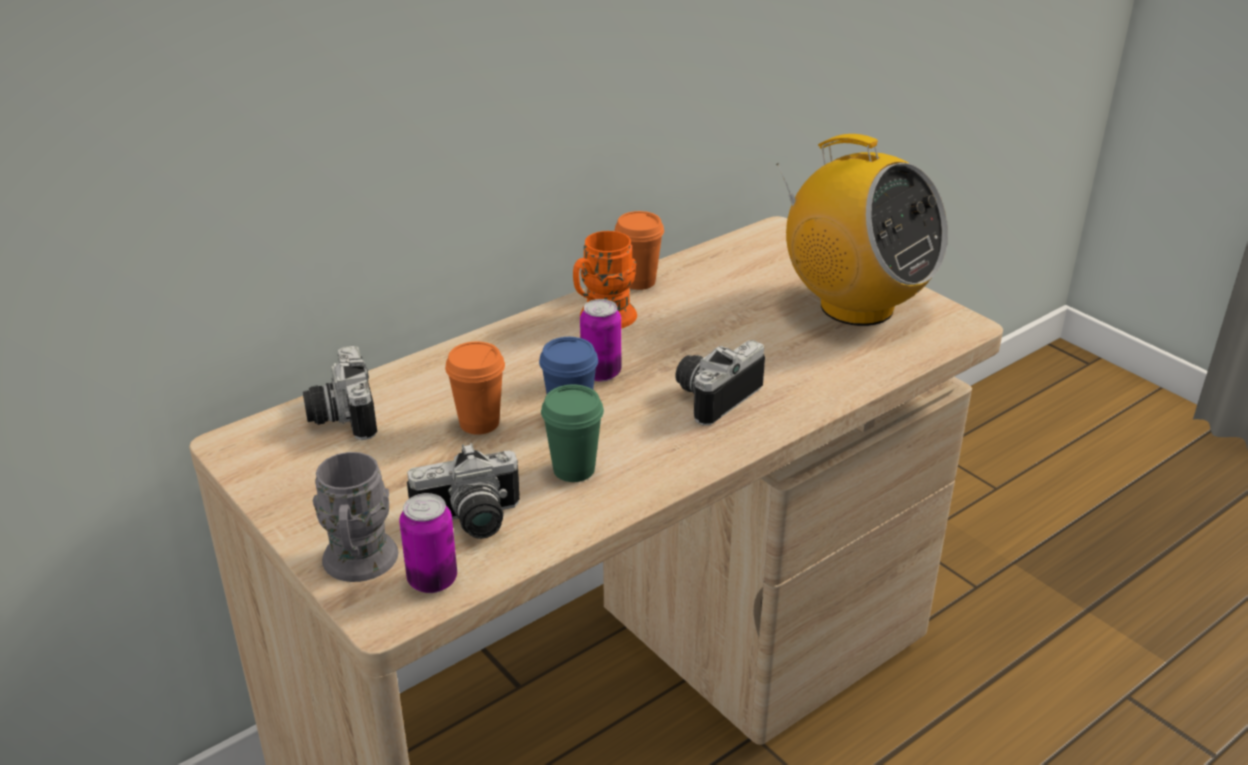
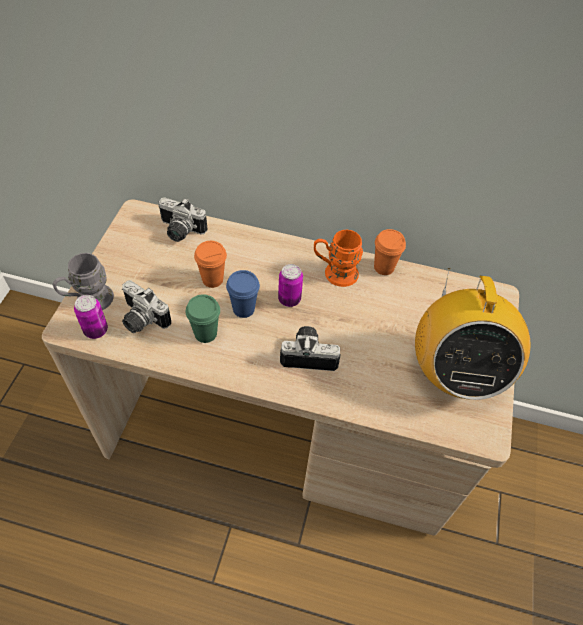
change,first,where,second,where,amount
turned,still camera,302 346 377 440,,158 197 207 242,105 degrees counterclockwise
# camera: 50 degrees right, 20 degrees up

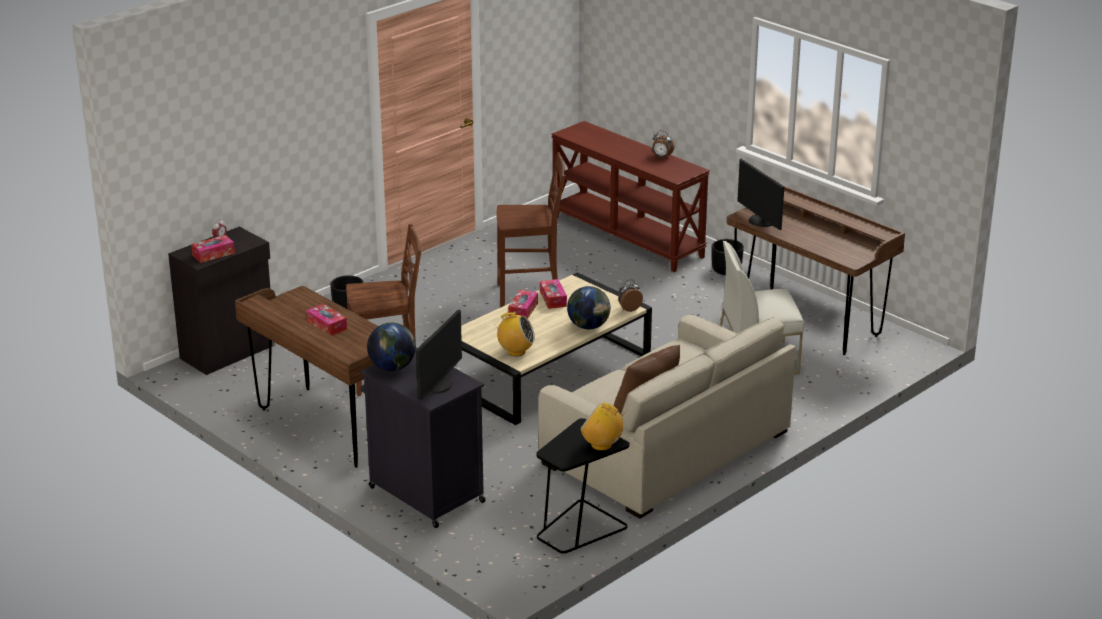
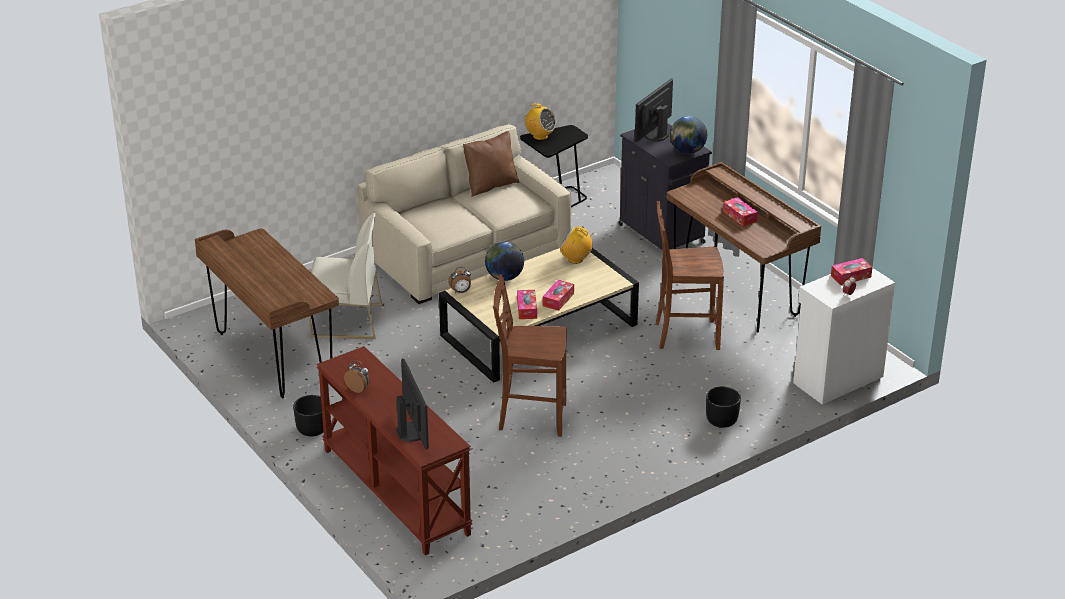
change,first,where,second,where,amount
moved,monitor,737 159 784 230,,396 358 429 449,
recoloured,black storage cabinet,168 227 275 375,white-coloured storage cabinet,793 268 895 405,
# camera: 170 degrees left, 5 degrees up

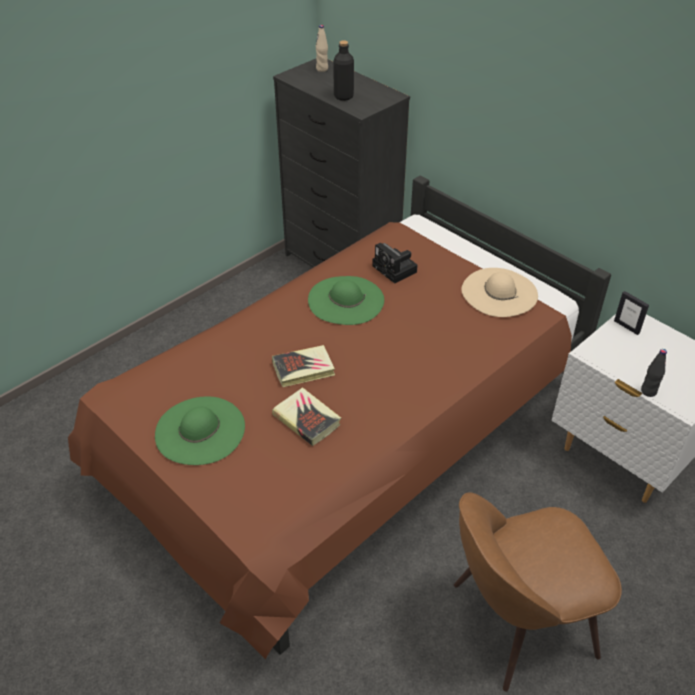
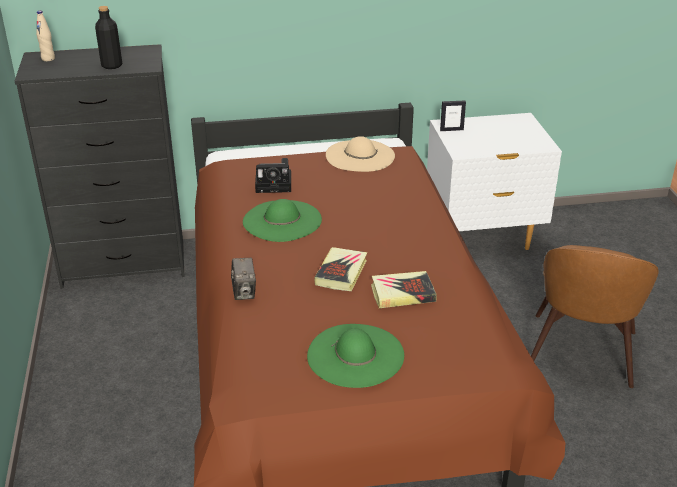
change,first,where,second,where,amount
added,,,still camera,231 258 256 300,
removed,black bottle,641 349 667 397,,,
# camera: 55 degrees left, 10 degrees down

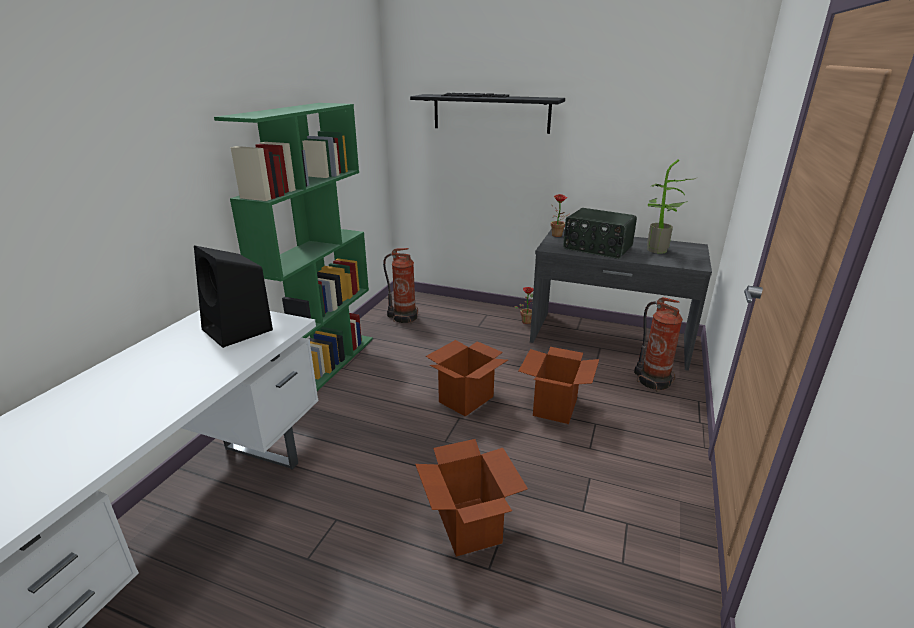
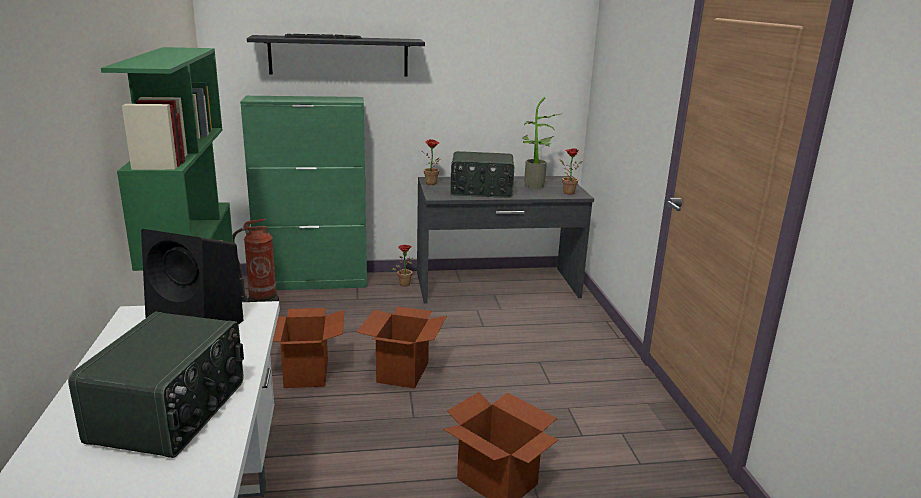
change,first,where,second,where,amount
added,,,radio receiver,68 312 244 458,
added,,,greenish storage cabinet,240 96 367 290,
moved,packing box,518 347 599 424,,273 308 344 388,
added,,,potted plant,560 148 583 194,
removed,extinguisher,634 297 683 392,,,
# camera: 30 degrees left, 5 degrees down

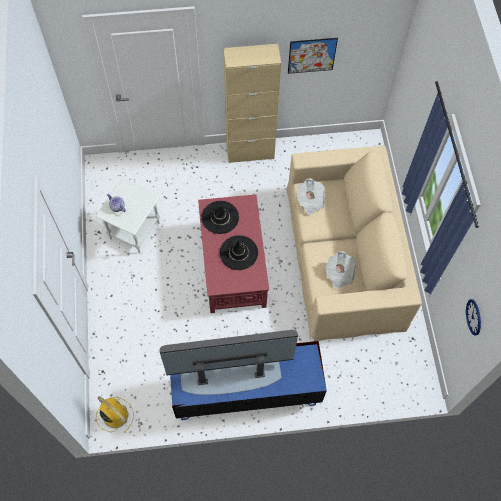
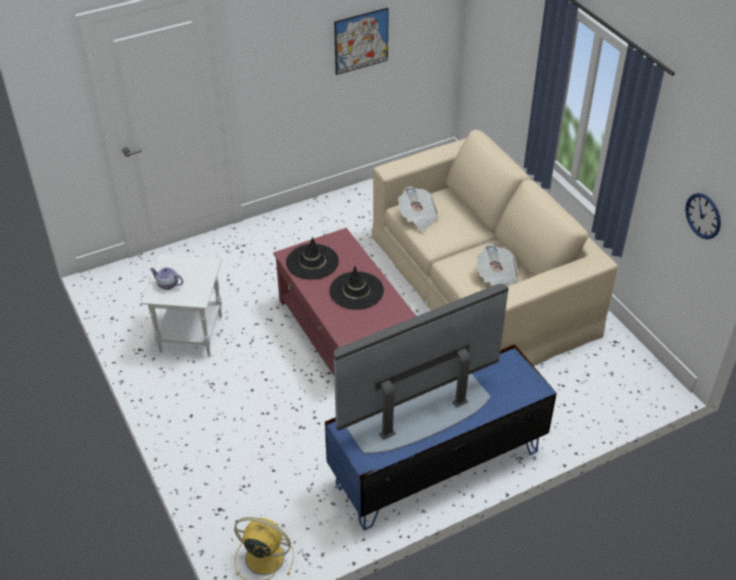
change,first,where,second,where,amount
removed,beige-coloured storage cabinet,223 44 281 163,,,
# camera: 20 degrees left, 20 degrees down

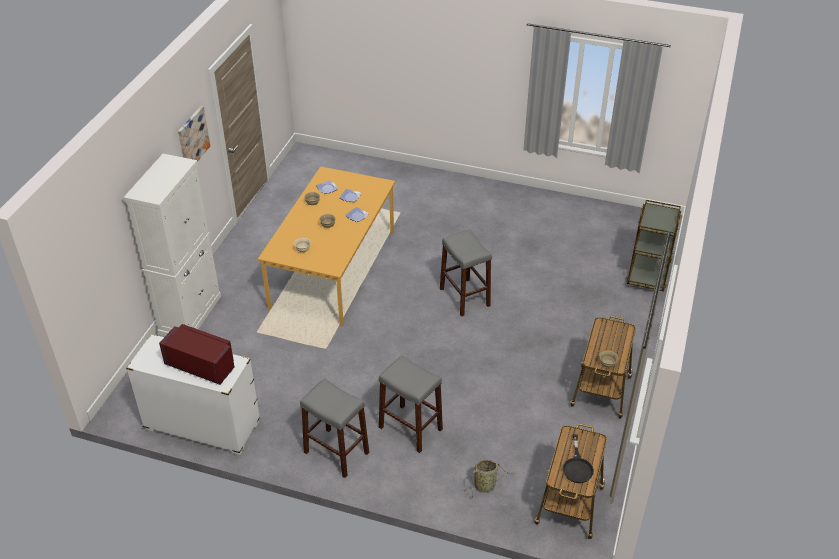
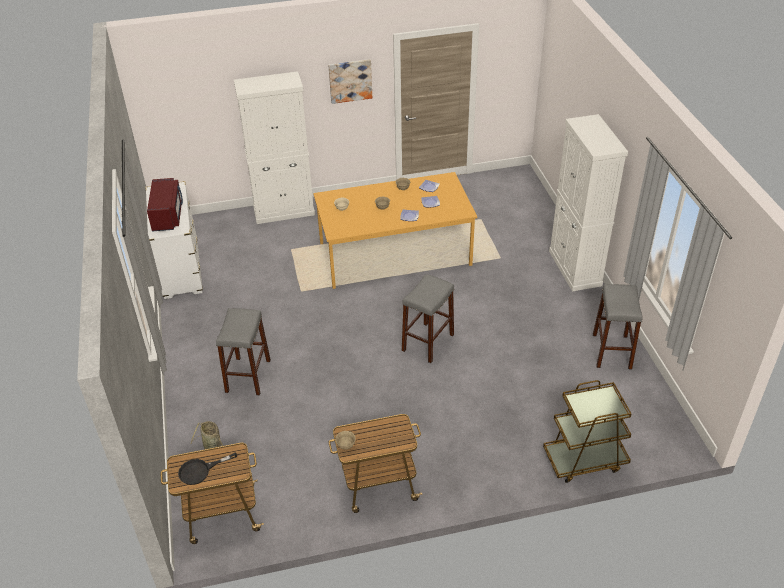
change,first,where,second,where,amount
added,,,white-coloured storage cabinet,549 114 628 291,
moved,greyish sitting stool,300 379 369 478,,593 284 643 369,
# camera: 60 degrees right, 0 degrees up

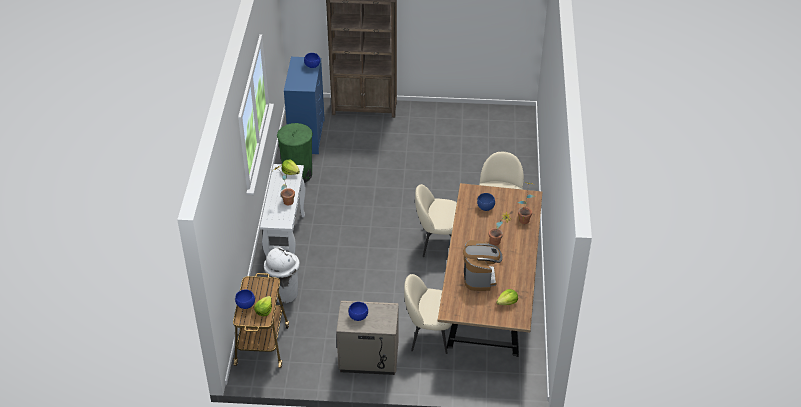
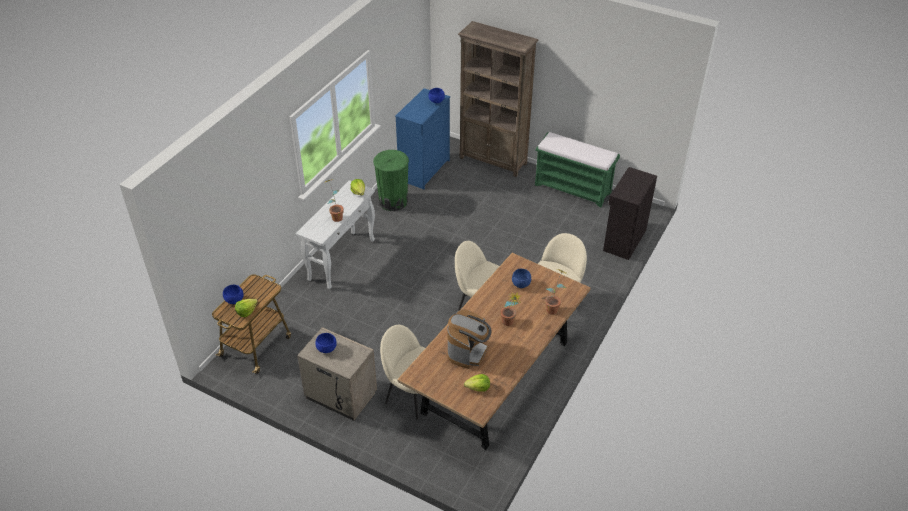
change,first,where,second,where,amount
added,,,greenish indoor bench,535 132 620 207,
added,,,black storage cabinet,603 167 657 260,
removed,white-coloured rubbish bin,264 247 300 303,,,
# camera: 25 degrees right, 0 degrees up

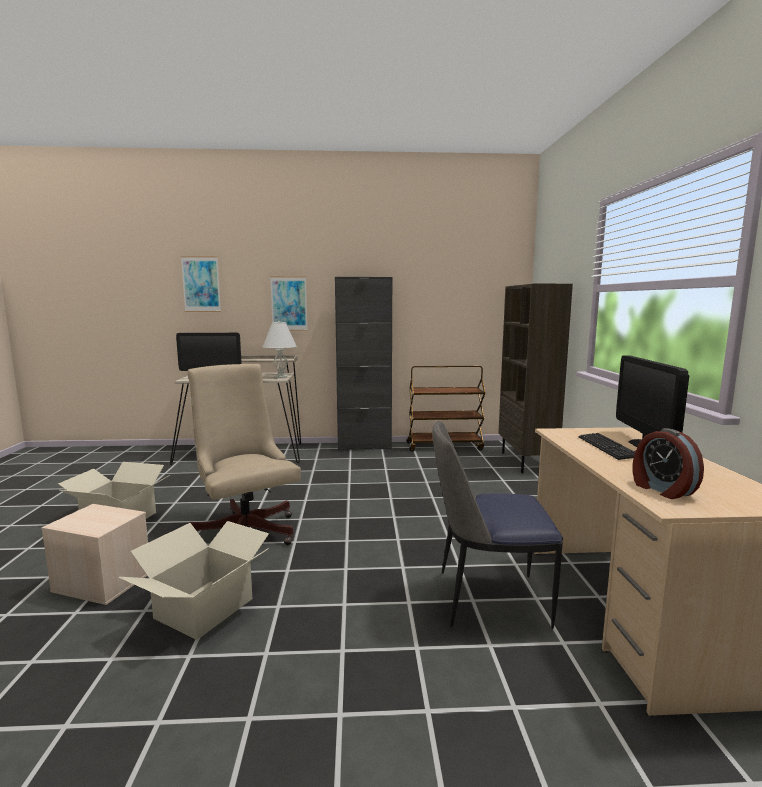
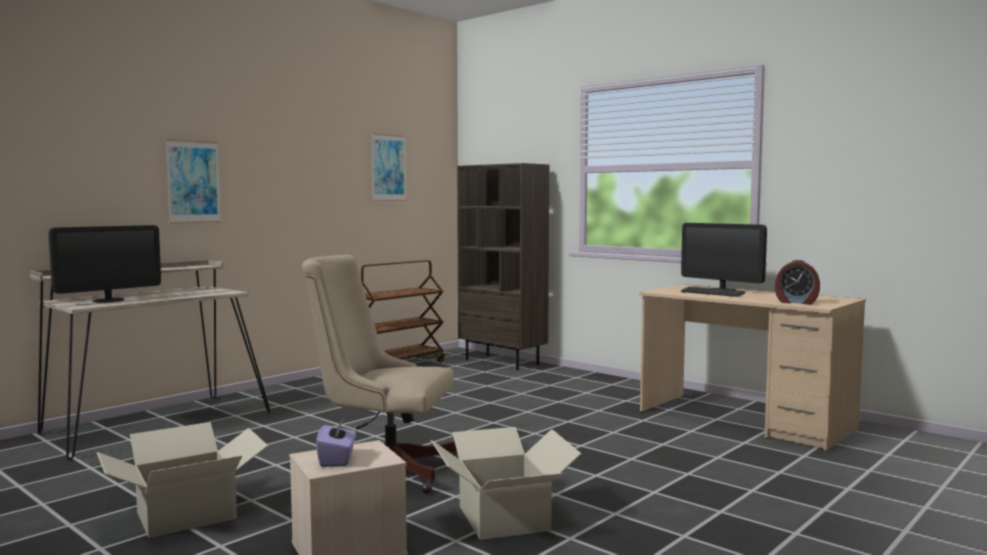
change,first,where,second,where,amount
added,,,purple-coloured tissue box,316 418 356 467,
moved,picture,181 256 221 312,,371 133 406 201,
removed,white-coloured lamp for a table,263 321 297 378,,,
removed,black storage cabinet,335 277 392 451,,,
removed,plain chair,432 421 563 629,,,
# camera: 45 degrees left, 5 degrees down

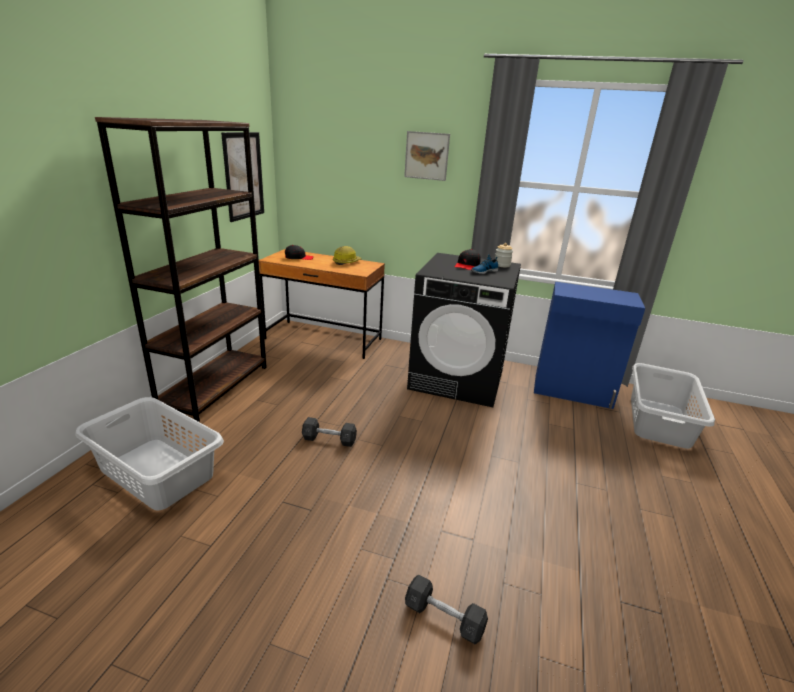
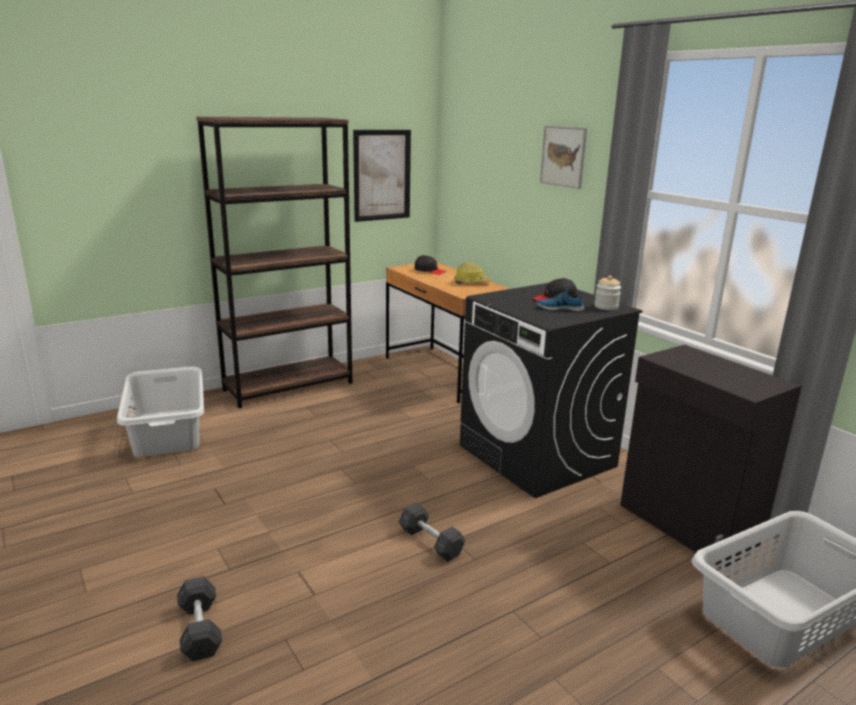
change,first,where,second,where,amount
moved,greyish dumbbell,302 417 357 447,,399 502 466 562,
recoloured,bluish storage cabinet,534 282 645 409,black storage cabinet,620 345 802 568,
# camera: 40 degrees right, 5 degrees down

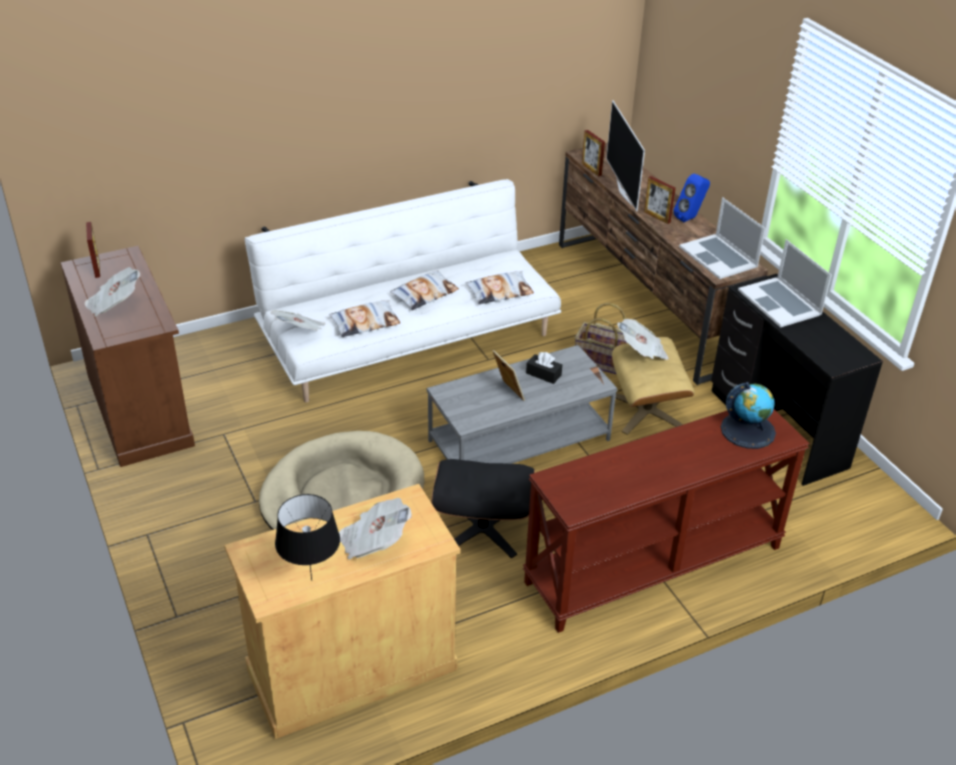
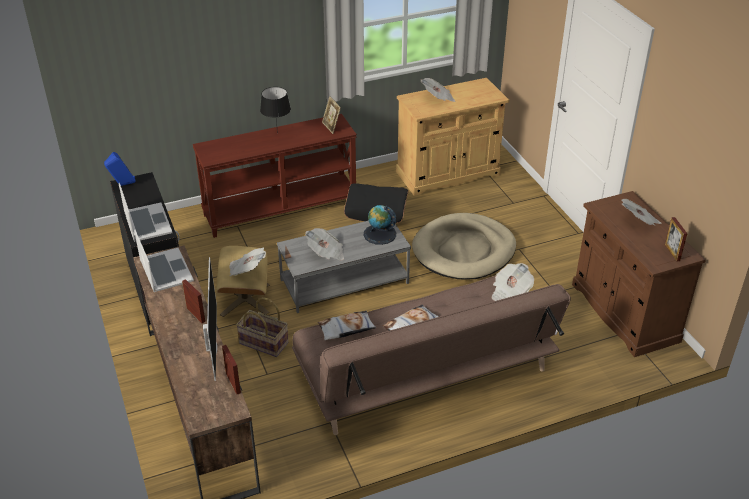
change,first,where,second,where,amount
moved,bluish speaker,674 174 710 222,,104 152 136 186,
moved,black lamp for a table,275 494 340 581,,260 87 291 133,
recoloured,white-coloured settee,245 179 561 403,brown-coloured settee,292 275 571 435,
replaced,black tissue box,526 352 562 384,printed paper,305 228 344 261,
moved,picture frame,492 350 525 401,,322 96 341 134,
moved,world globe,721 382 776 449,,364 205 396 245,
removed,throw pillow,329 300 400 337,,,
# camera: 175 degrees left, 0 degrees up

